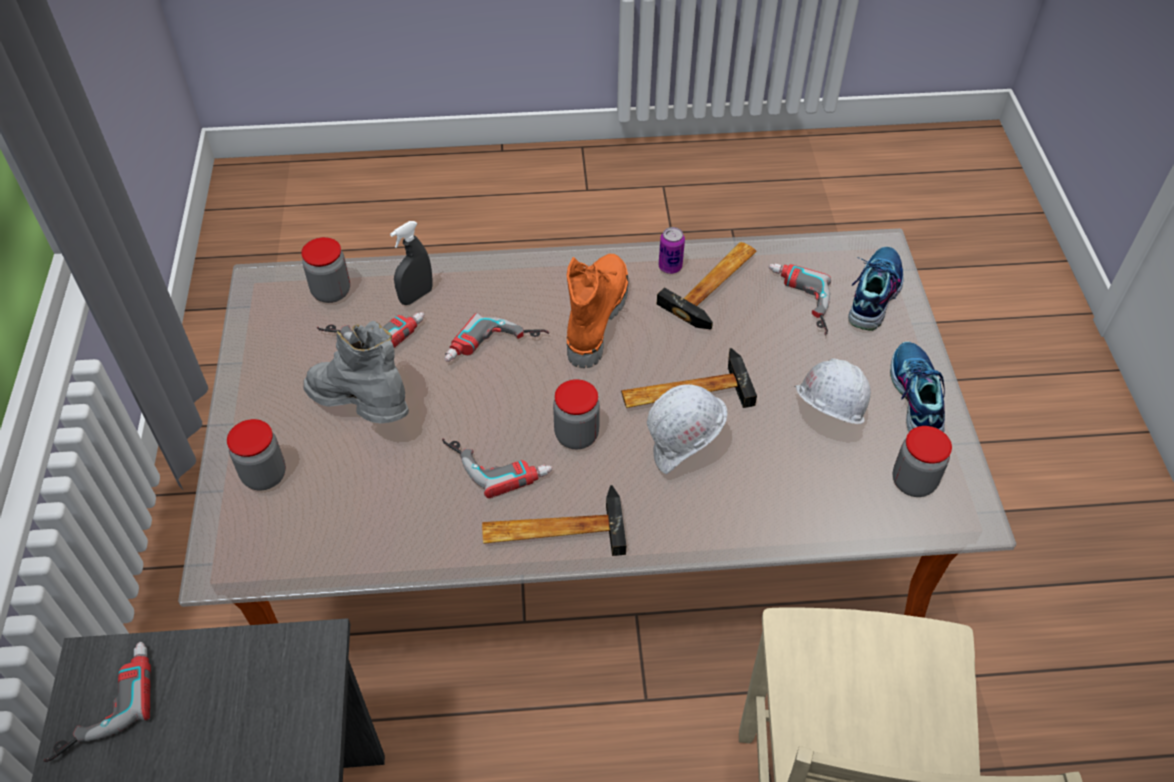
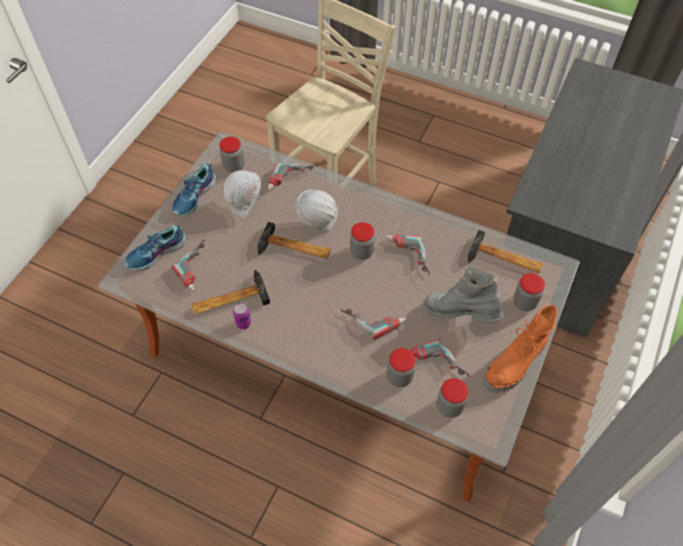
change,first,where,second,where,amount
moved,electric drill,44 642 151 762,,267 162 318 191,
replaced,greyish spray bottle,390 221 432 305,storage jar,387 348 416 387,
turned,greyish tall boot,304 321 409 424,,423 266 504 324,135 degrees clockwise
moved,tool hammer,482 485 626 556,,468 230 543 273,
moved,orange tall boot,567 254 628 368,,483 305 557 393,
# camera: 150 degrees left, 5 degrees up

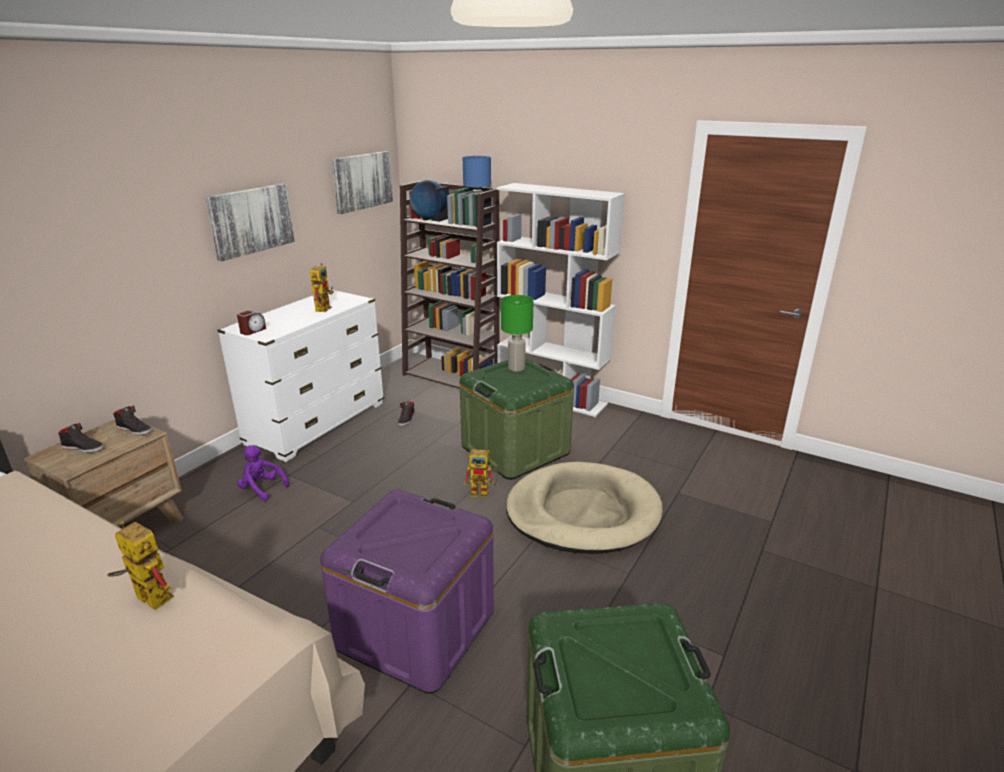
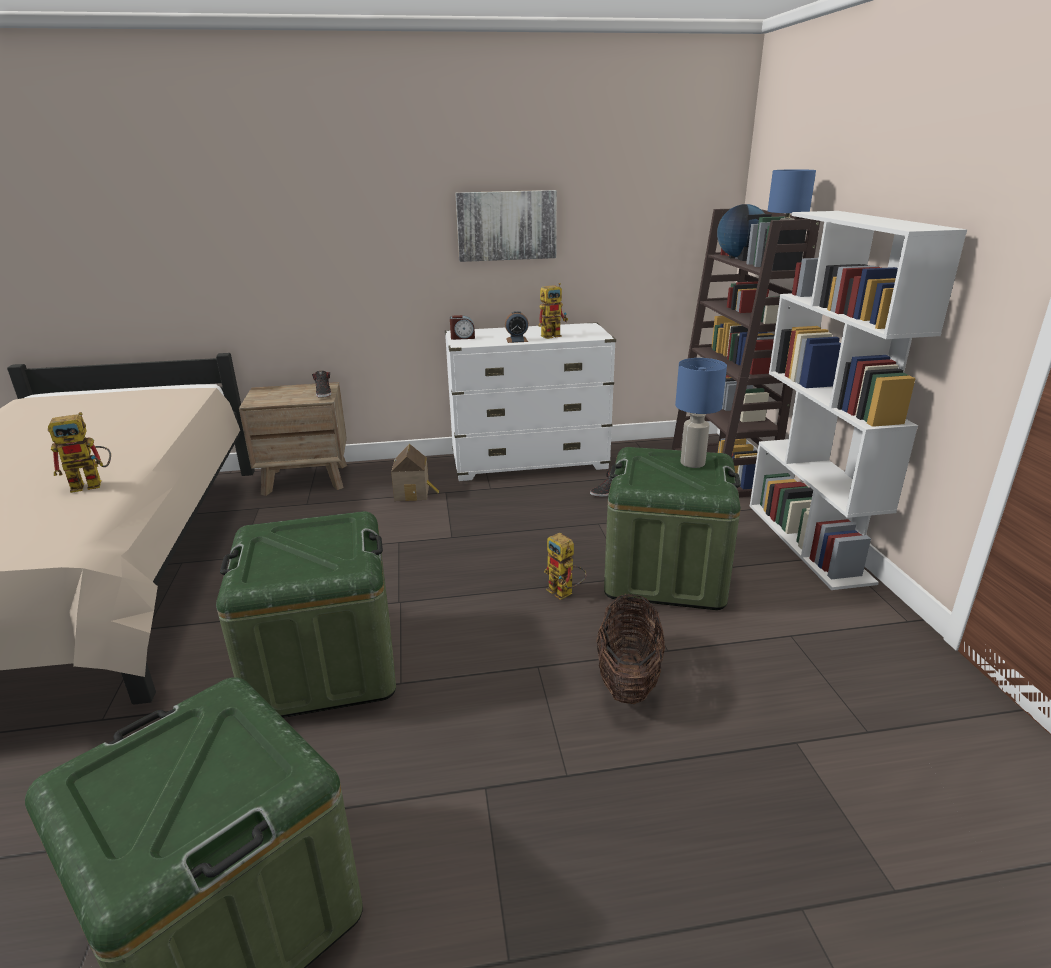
change,first,where,second,where,amount
turned,toy robot,107 521 174 610,,48 412 111 493,75 degrees clockwise
recoloured,purple-coloured storage container,320 489 494 694,greenish storage container,216 511 396 718,
replaced,purple-coloured soft toy,237 445 289 501,model house,391 444 439 501,
added,,,alarm clock,505 311 529 343,
replaced,beige-coloured dog cushion,506 462 663 554,household basket,596 593 665 704,
recoloured,greenish lamp for a table,501 295 534 372,bluish lamp for a table,675 358 727 468,
removed,black item of footwear,58 423 104 453,,,
removed,picture,331 151 393 214,,,
# camera: 50 degrees right, 0 degrees up

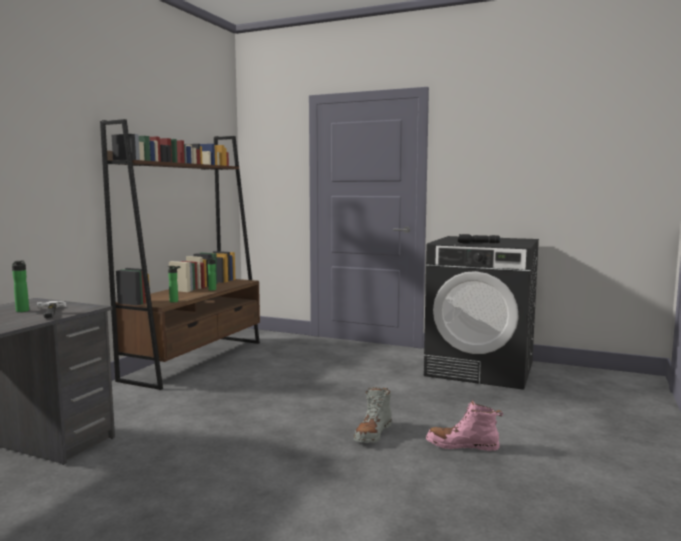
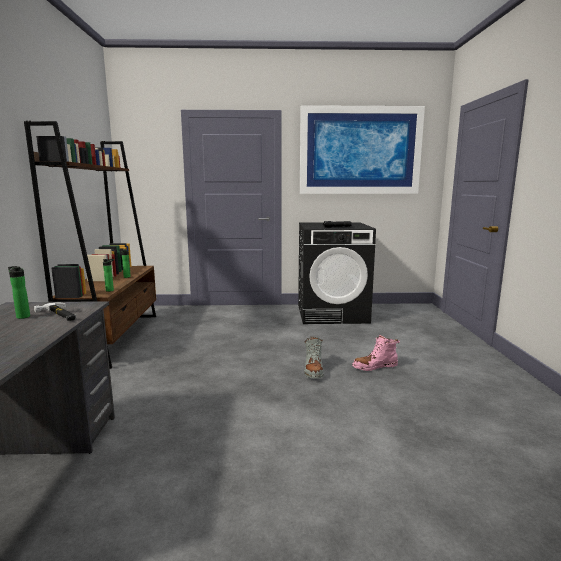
change,first,where,second,where,amount
added,,,picture,300 105 425 194,
# camera: 25 degrees left, 5 degrees up

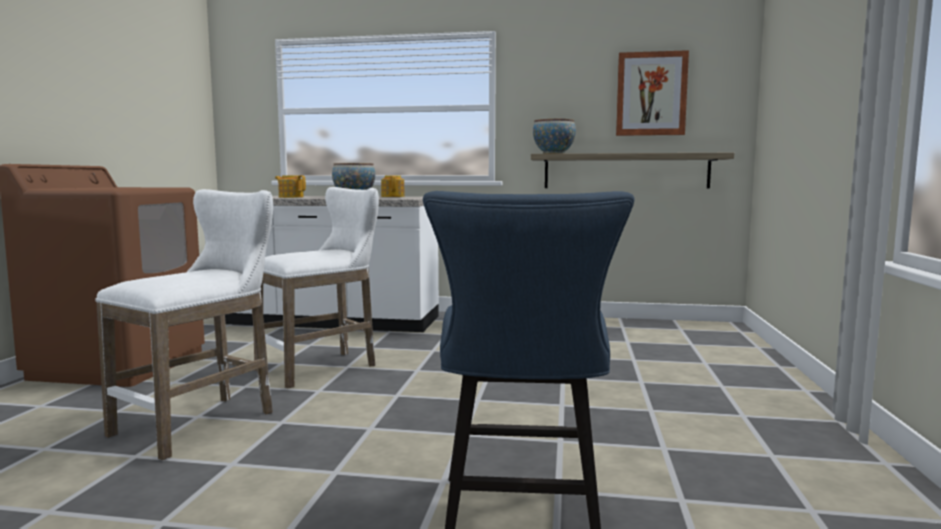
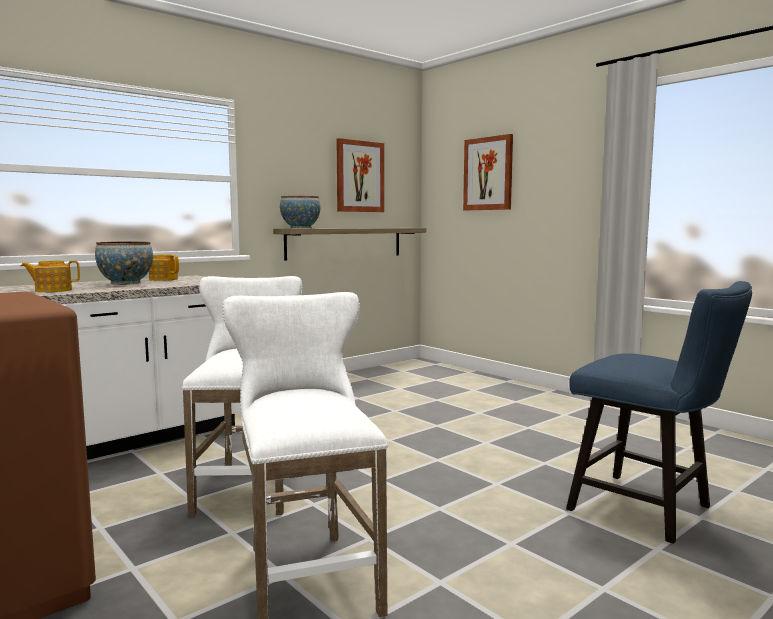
change,first,where,second,where,amount
added,,,picture,463 134 513 210,
# camera: 50 degrees left, 0 degrees up

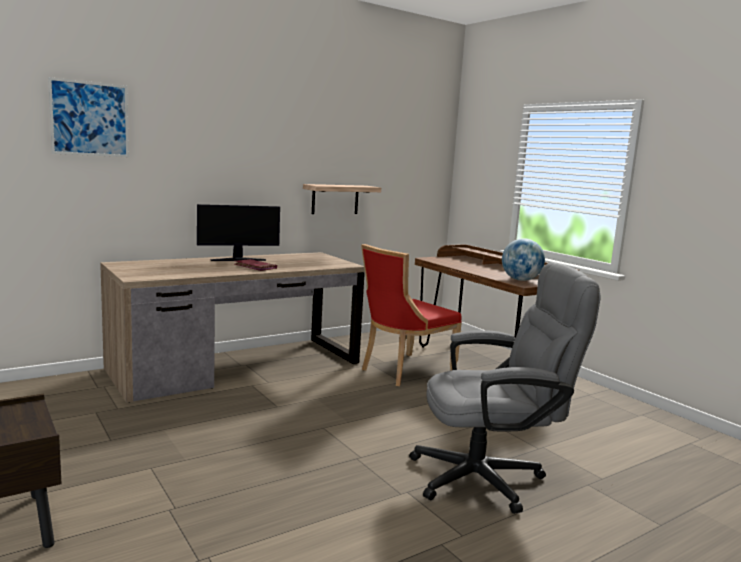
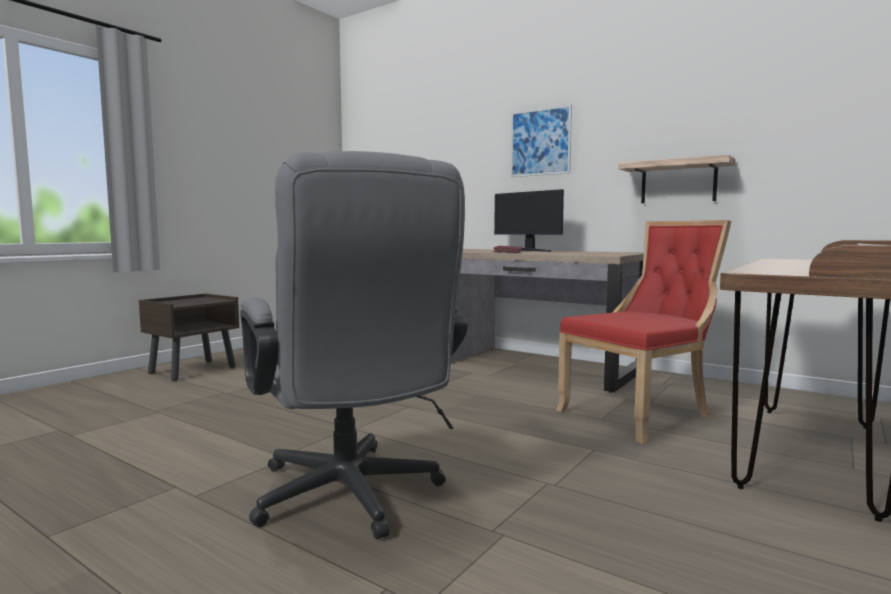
change,first,where,second,where,amount
moved,picture,48 77 129 157,,510 104 572 177,
turned,reddish plain chair,361 244 462 386,,556 220 731 444,120 degrees clockwise
removed,world globe,502 238 545 281,,,
# camera: 70 degrees right, 5 degrees down

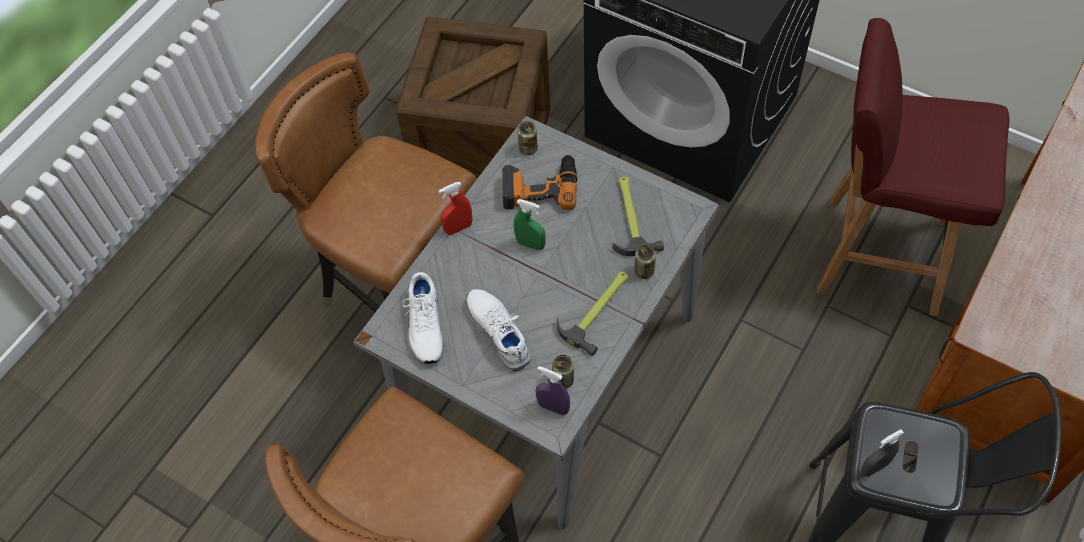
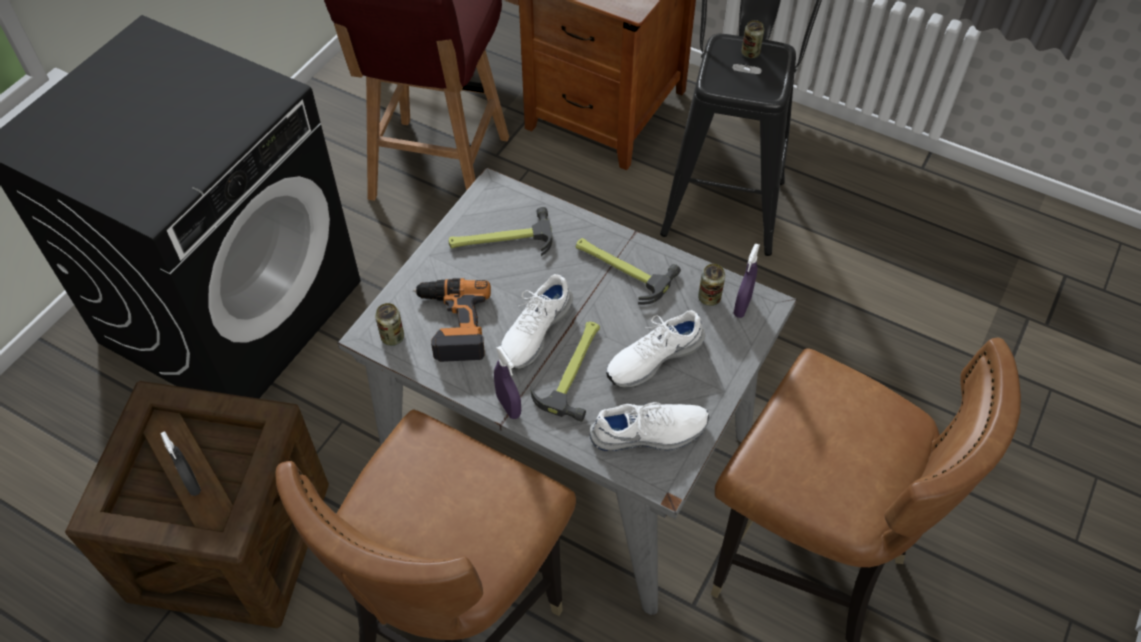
change,first,where,second,where,amount
moved,greyish spray bottle,861 429 904 477,,160 431 201 496,
recoloured,reddish spray bottle,439 182 472 235,purple-coloured spray bottle,494 346 521 419,
replaced,greenish spray bottle,514 199 546 250,white-coloured item of footwear,501 274 573 369,
added,,,tool hammer,530 322 600 422,
moved,sealed can,634 245 656 279,,741 20 764 58,
# camera: 95 degrees left, 5 degrees down

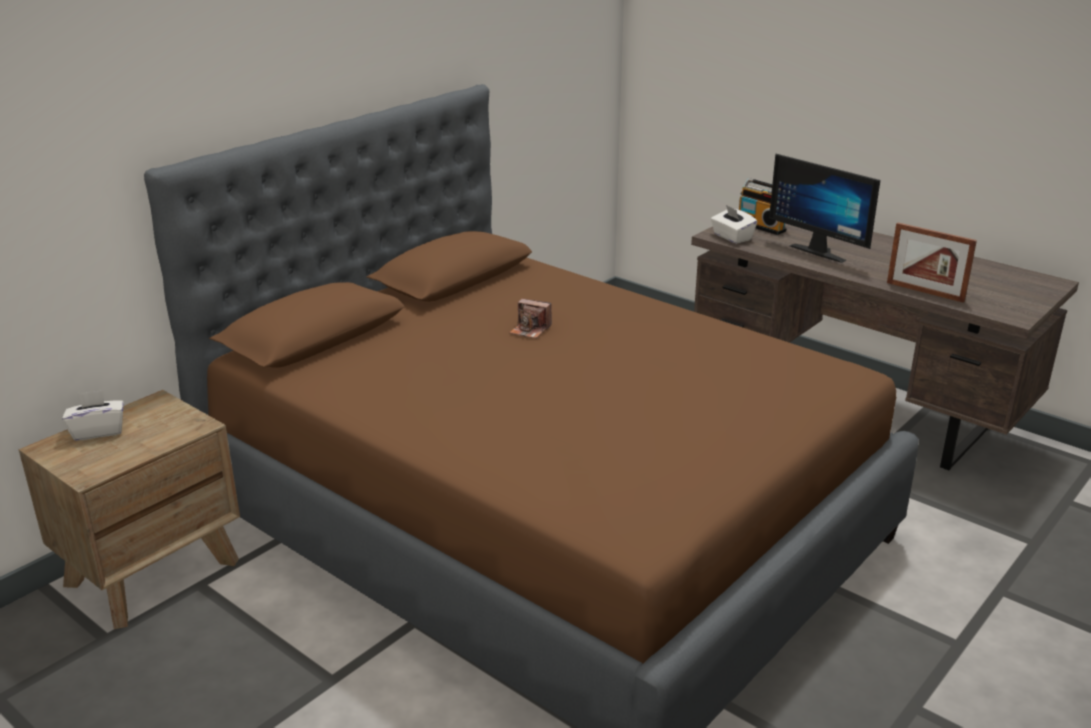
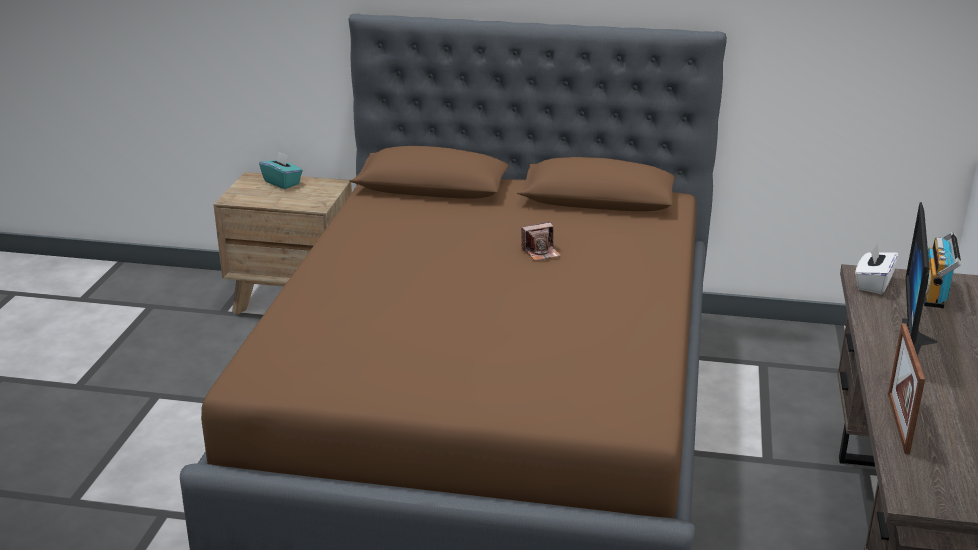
change,first,where,second,where,amount
recoloured,white-coloured tissue box,62 390 124 441,turquoise tissue box,259 151 303 189,
turned,still camera,509 299 552 339,,521 222 561 261,105 degrees counterclockwise
# camera: 60 degrees right, 0 degrees up

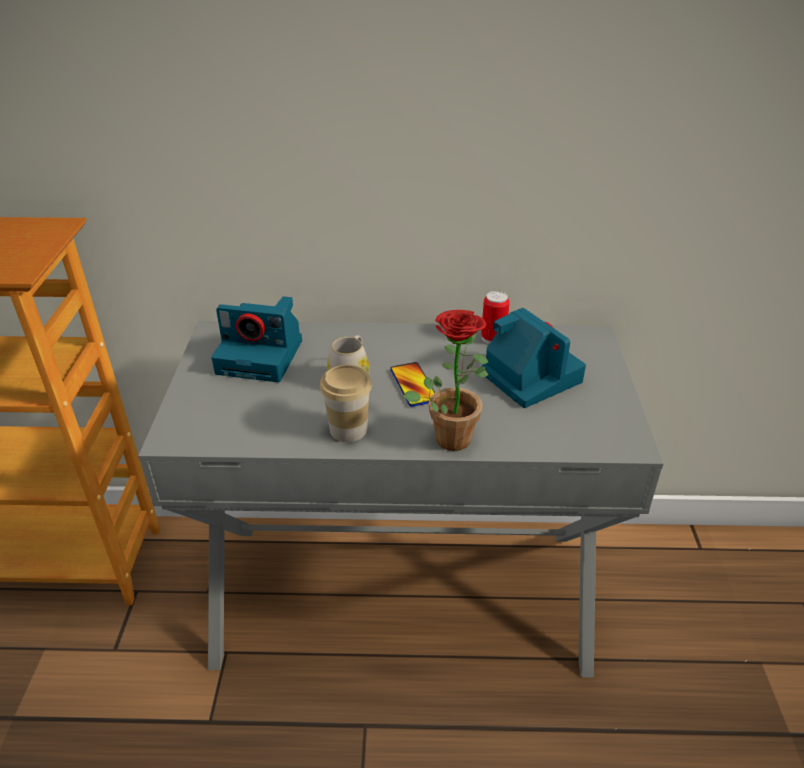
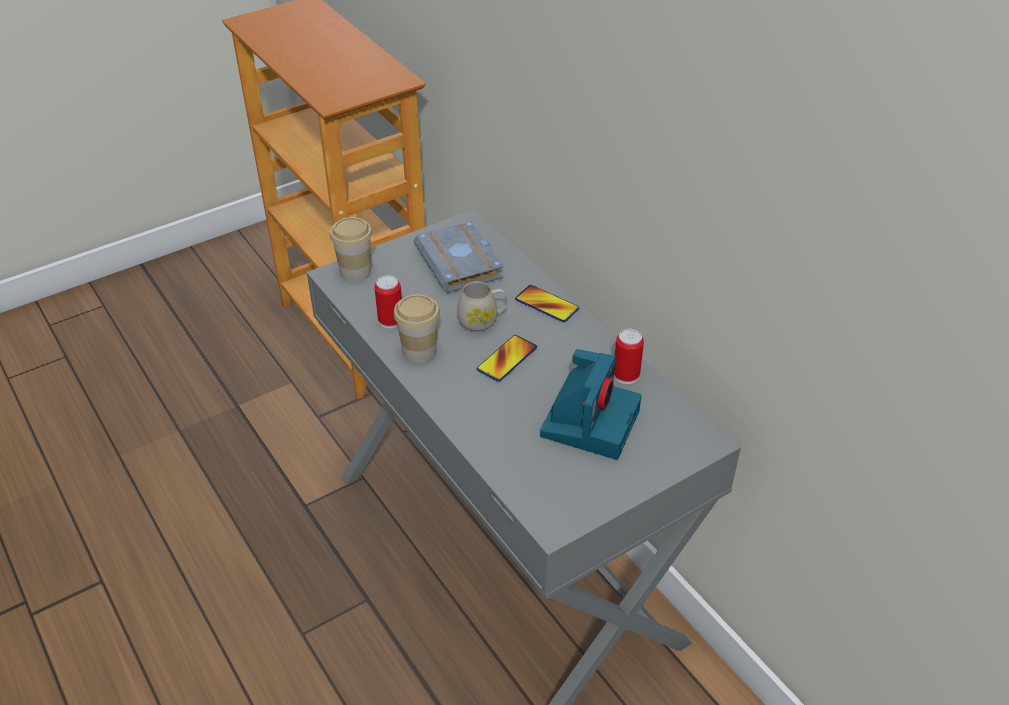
change,first,where,second,where,amount
added,,,small cup,330 217 372 281,
added,,,sealed can,374 275 402 329,
replaced,still camera,211 296 302 382,greyish bound book,414 221 503 293,
added,,,telephone,515 285 579 322,
removed,potted plant,403 310 488 451,,,
# camera: 55 degrees right, 5 degrees up

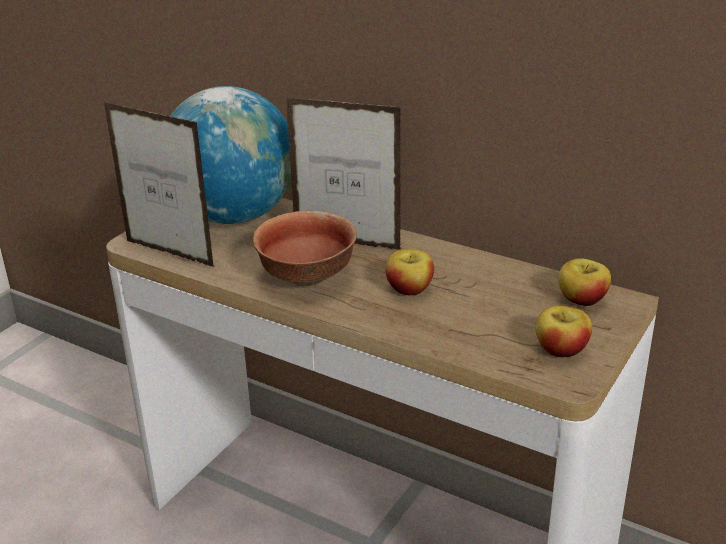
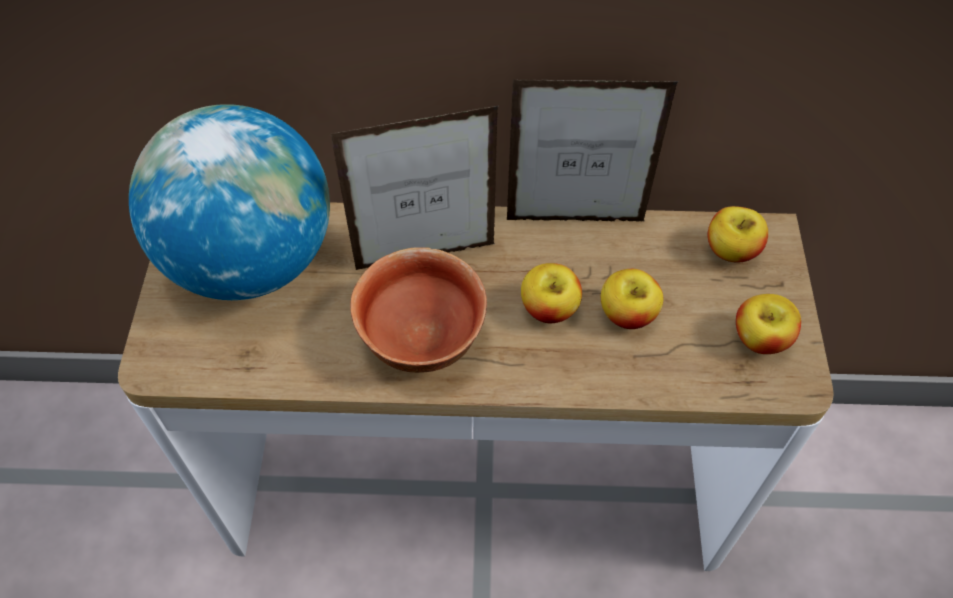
change,first,where,second,where,amount
moved,picture frame,104 102 214 267,,507 79 678 222,
added,,,apple,601 269 663 329,
# camera: 30 degrees left, 25 degrees up

